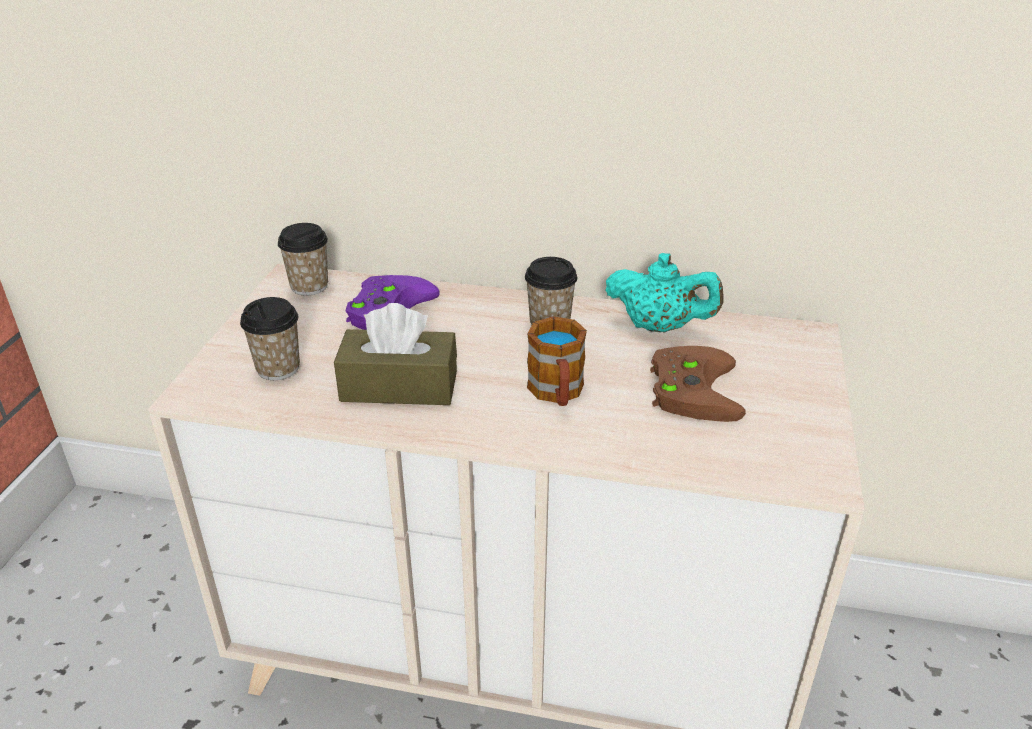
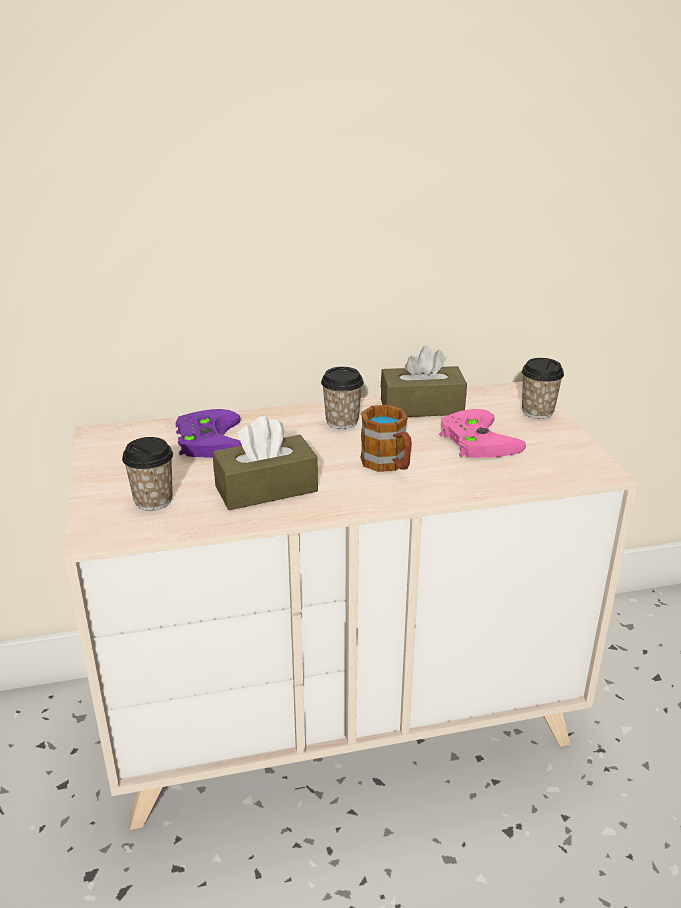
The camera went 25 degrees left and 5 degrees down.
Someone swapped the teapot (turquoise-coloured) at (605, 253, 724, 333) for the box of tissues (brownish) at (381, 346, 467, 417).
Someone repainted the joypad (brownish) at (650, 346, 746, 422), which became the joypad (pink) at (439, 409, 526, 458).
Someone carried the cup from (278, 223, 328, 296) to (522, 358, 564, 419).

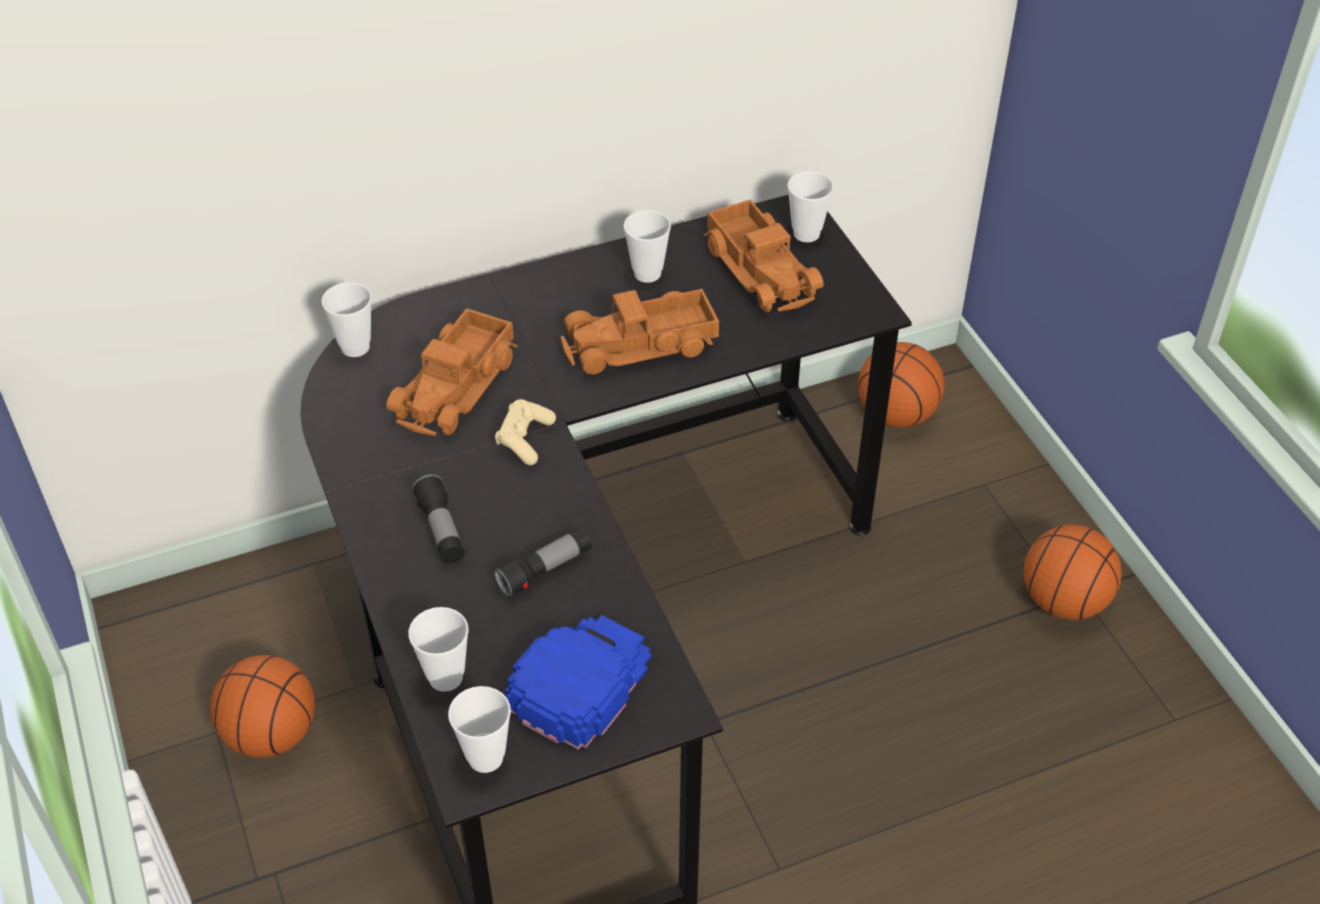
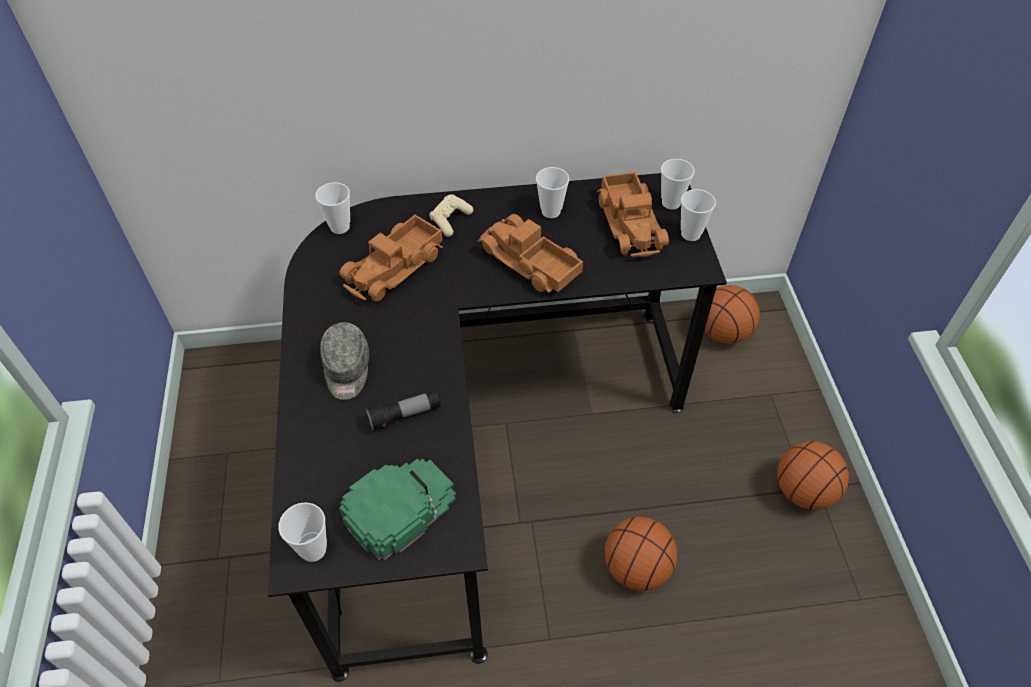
The camera went 15 degrees right and 5 degrees up.
Someone swapped the flashlight at (412, 474, 465, 564) for the baseball cap (greyish) at (320, 322, 369, 400).
Someone repainted the baseball cap (bluish) at (505, 615, 652, 750), which became the baseball cap (green) at (339, 458, 456, 560).
Someone carried the joypad (beige-coloured) from (495, 399, 556, 466) to (429, 194, 473, 237).
Someone rotated the model truck at (561, 289, 719, 375) by 45 degrees clockwise.
Someone carried the basketball from (210, 655, 315, 758) to (605, 517, 677, 591).
Someone carried the cup from (408, 607, 469, 692) to (681, 189, 716, 241).

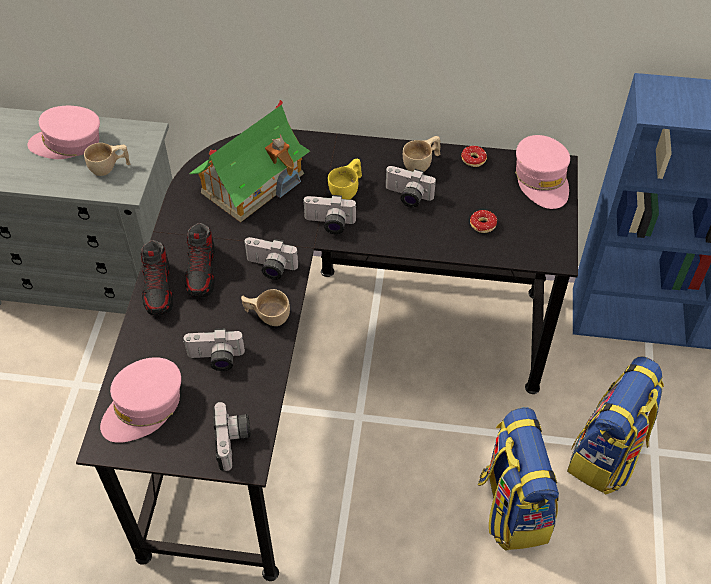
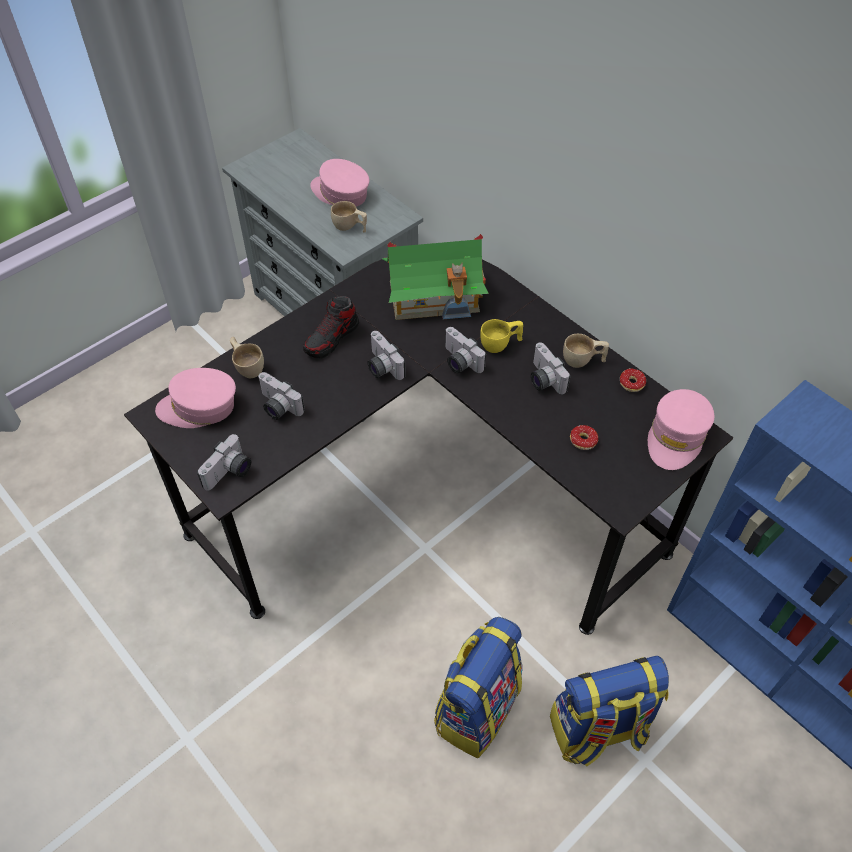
The camera went 40 degrees right and 0 degrees up.
Someone carried the cup (beige-coloured) from (241, 289, 290, 326) to (230, 337, 264, 378).
Someone took away the shoe at (141, 240, 173, 316).

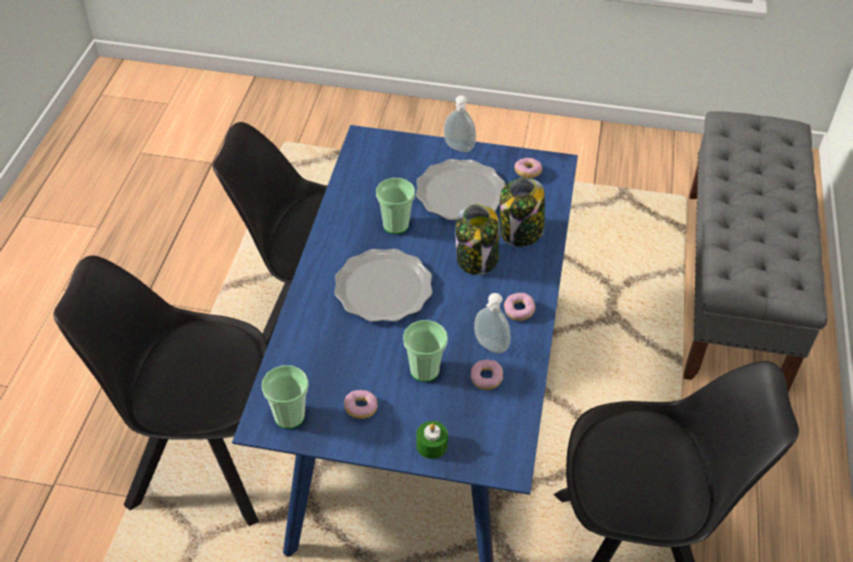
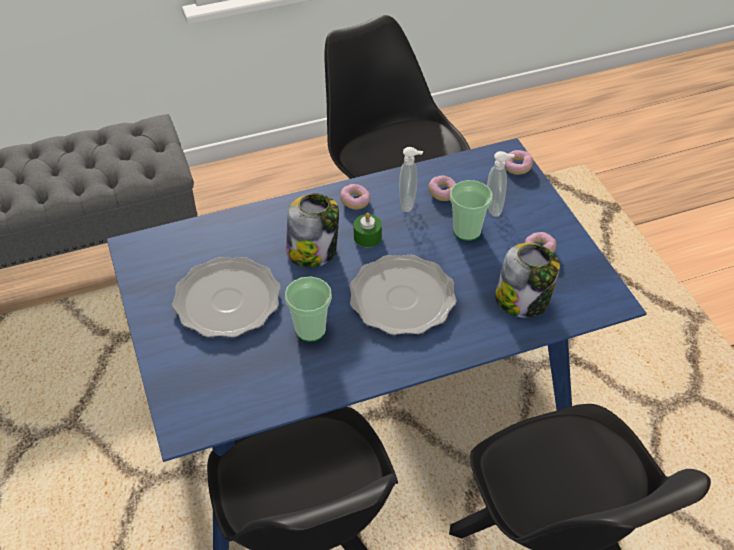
The camera went 120 degrees left and 0 degrees up.
Someone carried the wax light (green) from (416, 421, 448, 459) to (354, 213, 382, 248).
Someone carried the soap dispenser from (444, 95, 476, 152) to (487, 151, 515, 217).
Someone carried the storage jar from (500, 177, 545, 247) to (495, 243, 560, 318).
Someone carried the doughnut from (514, 158, 542, 178) to (505, 150, 533, 175).
Someone took away the cup at (261, 365, 309, 429).

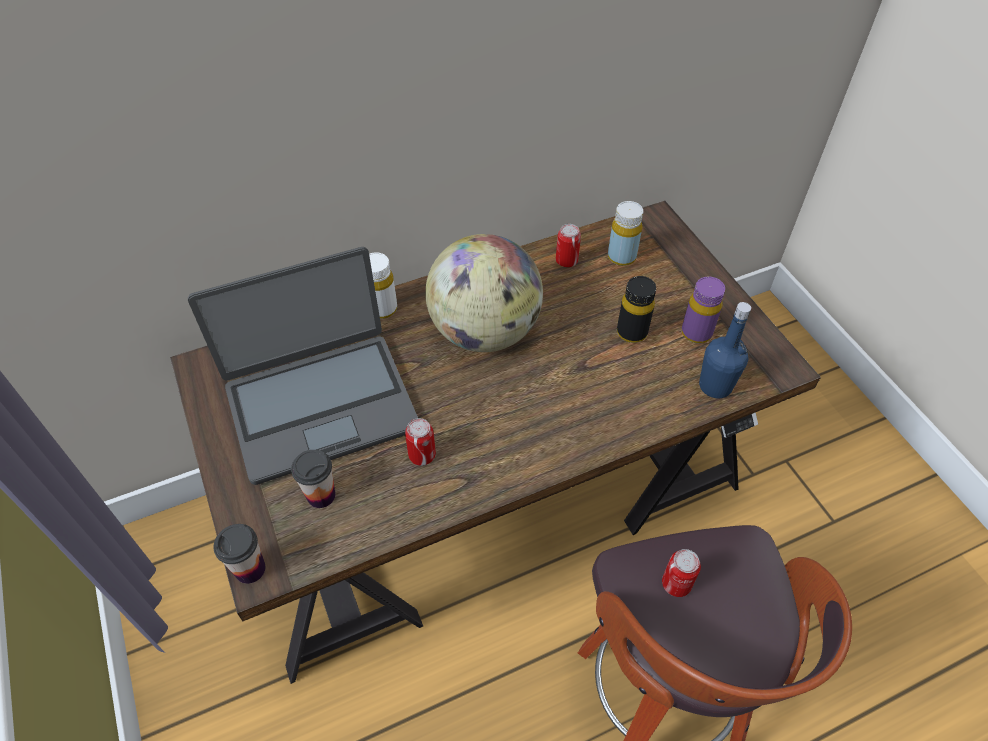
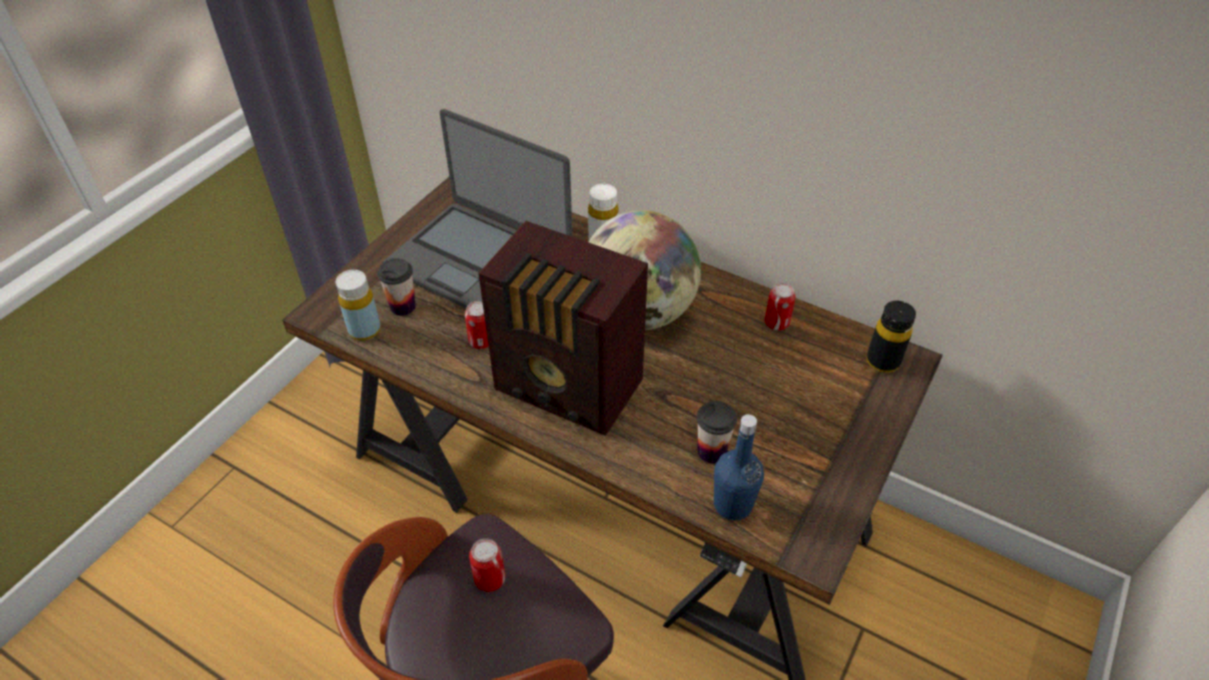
The camera went 55 degrees right and 5 degrees down.
Someone carried the bottle (yellowish) from (608, 201, 643, 266) to (336, 270, 381, 341).
Someone put down the radio at (478, 221, 648, 436).
Someone carried the cup from (214, 524, 265, 584) to (697, 401, 737, 464).
Someone carried the bottle (black) from (617, 276, 656, 343) to (867, 301, 916, 373).
Someone took away the bottle (purple-coloured) at (681, 277, 725, 343).

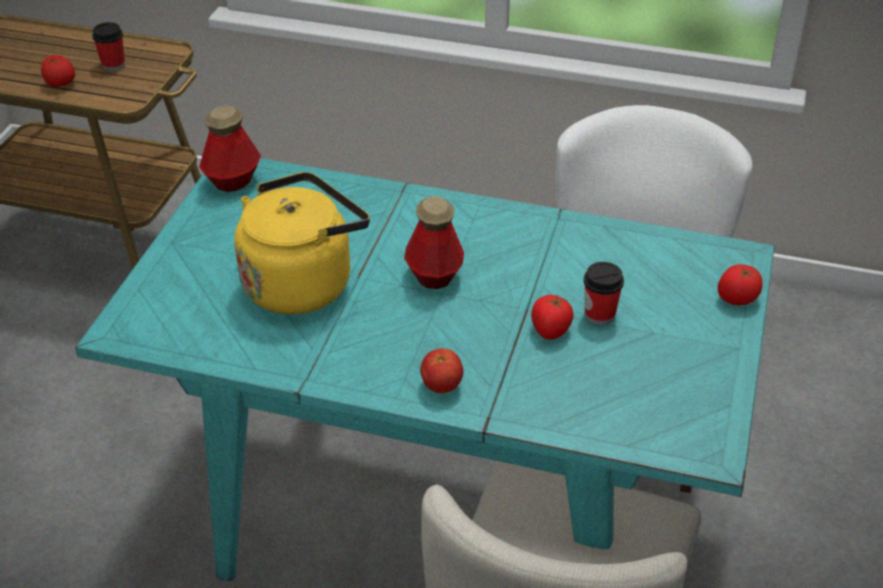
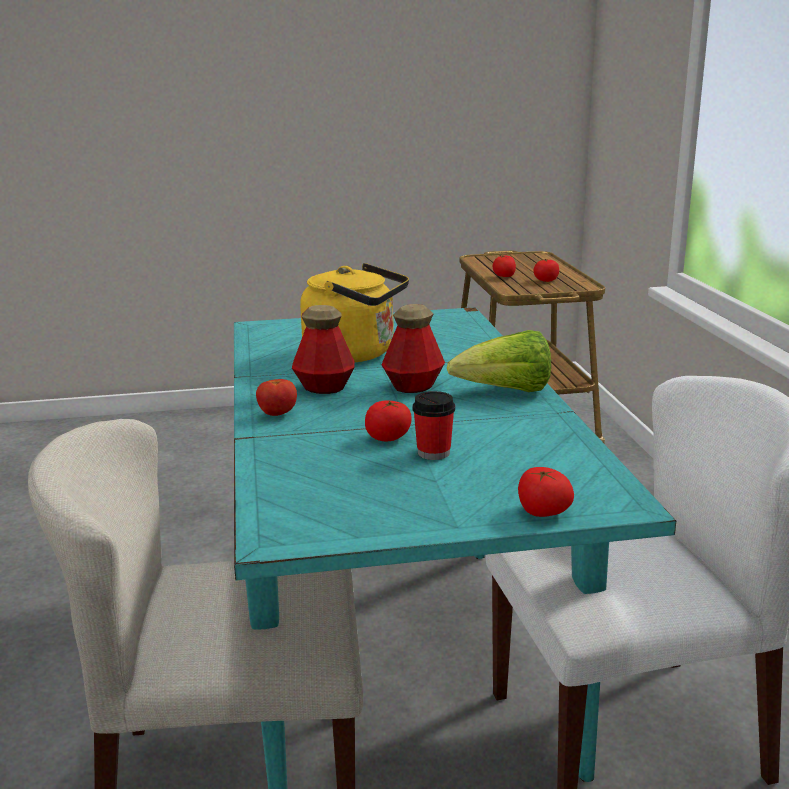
The camera went 65 degrees right and 20 degrees down.
Someone carried the bottle from (199, 105, 261, 192) to (292, 305, 355, 394).
Someone put down the head of lettuce at (447, 330, 551, 392).
Someone swapped the cup at (92, 22, 125, 71) for the tomato at (533, 259, 559, 282).

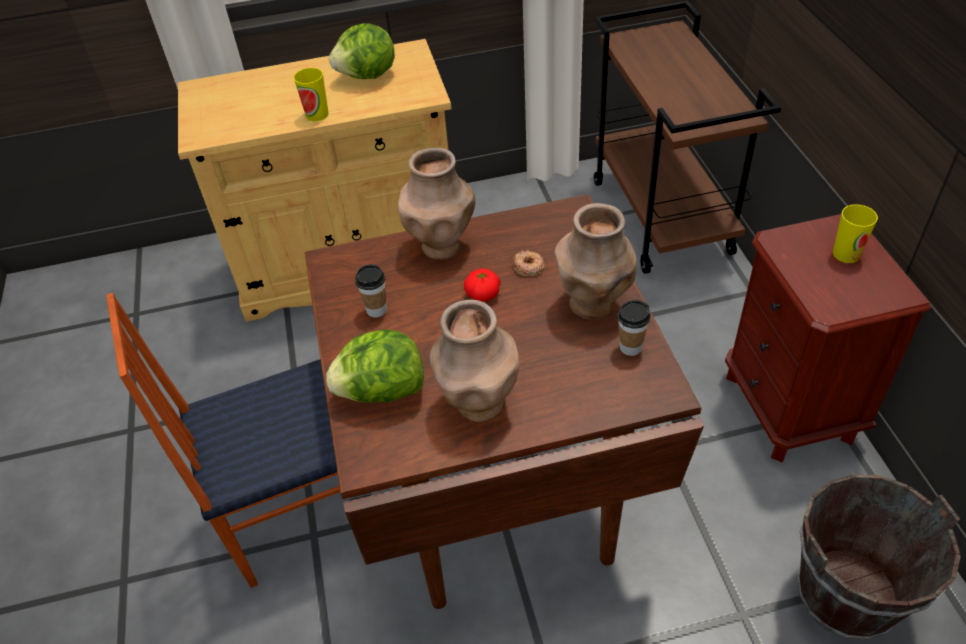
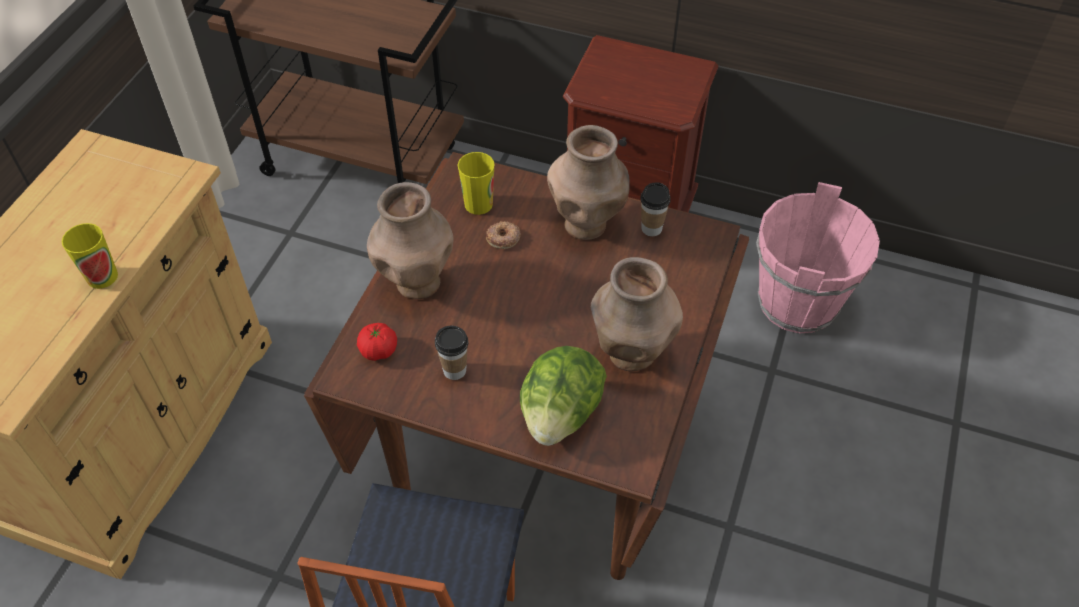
The camera went 60 degrees left and 5 degrees up.
Someone carried the tomato from (464, 269, 501, 302) to (357, 323, 397, 361).
Someone carried the cup from (833, 204, 878, 263) to (458, 152, 495, 215).
Someone repainted the bucket (brownish) at (798, 474, 961, 640), which became the bucket (pink) at (756, 182, 880, 333).
Someone took away the head of lettuce at (329, 23, 395, 79).

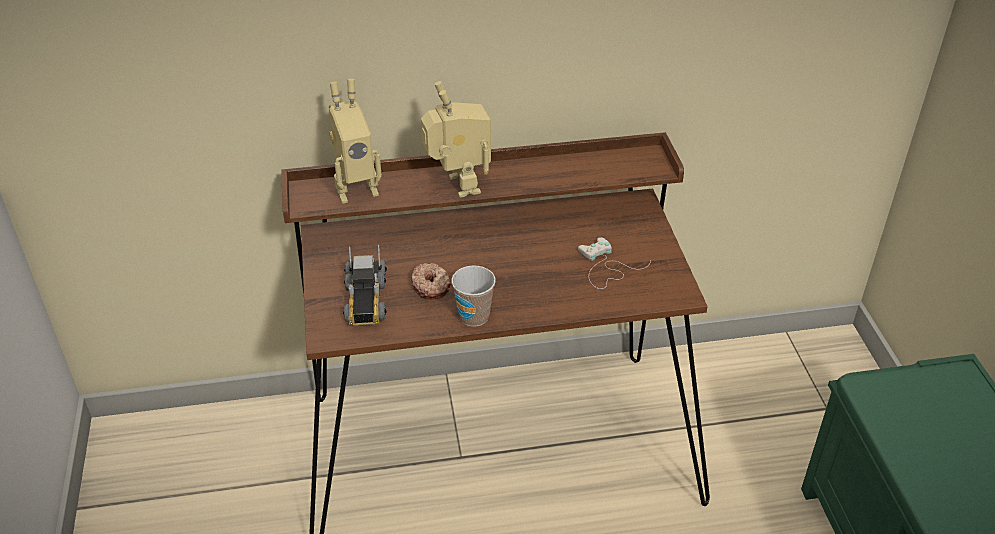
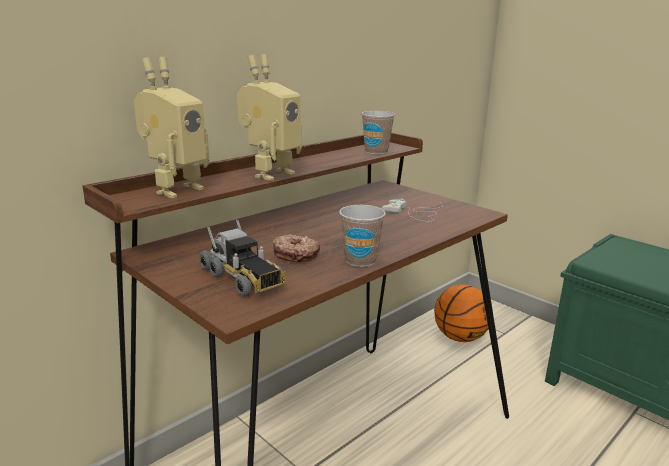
The camera went 35 degrees left and 20 degrees down.
Someone rotated the model robot at (421, 81, 491, 198) by 90 degrees clockwise.
Someone put down the cup at (361, 111, 395, 155).
Someone put down the basketball at (434, 285, 489, 342).

